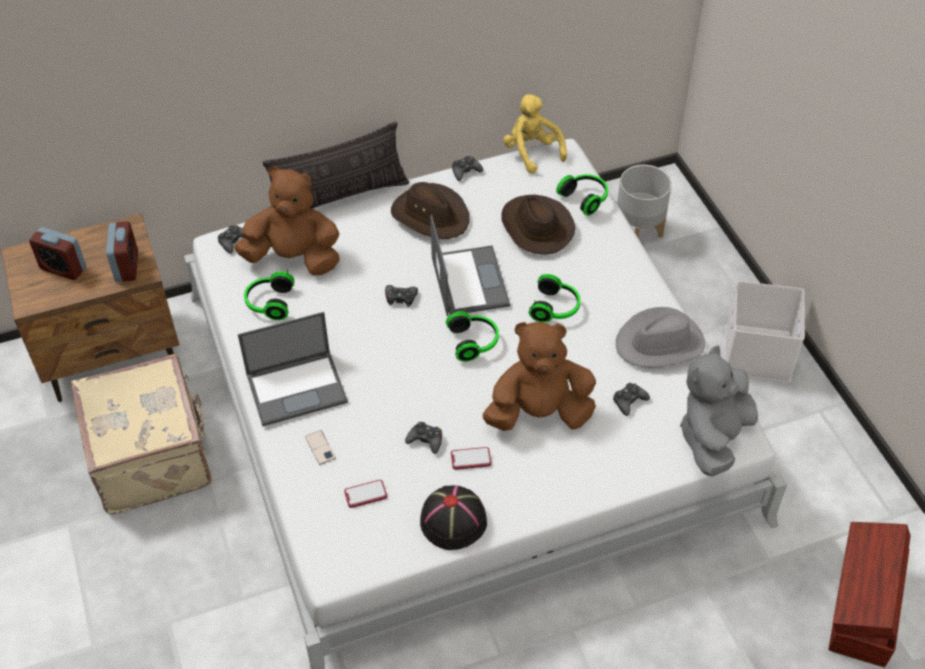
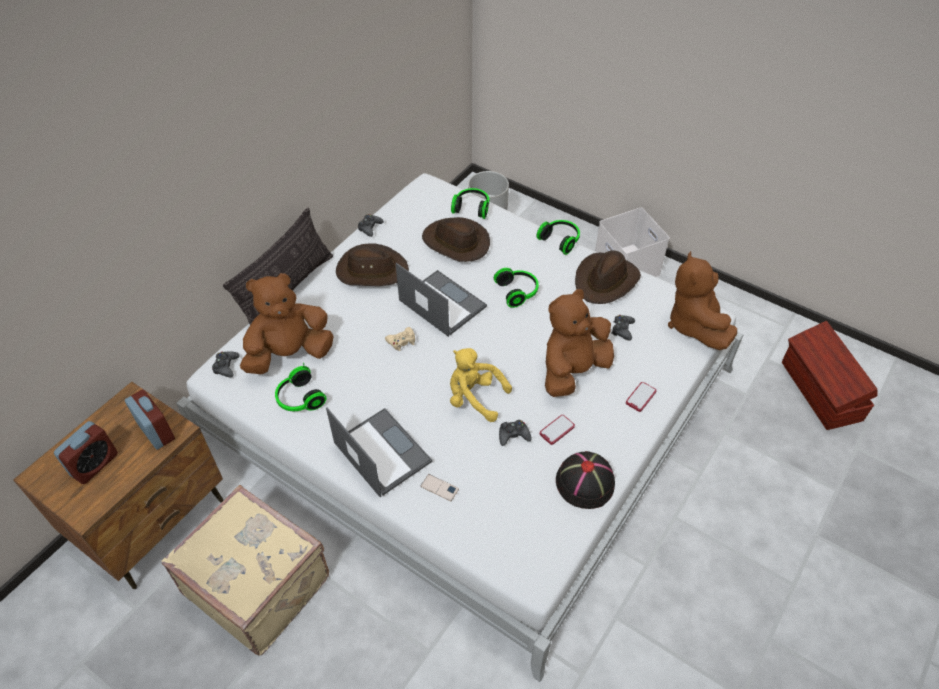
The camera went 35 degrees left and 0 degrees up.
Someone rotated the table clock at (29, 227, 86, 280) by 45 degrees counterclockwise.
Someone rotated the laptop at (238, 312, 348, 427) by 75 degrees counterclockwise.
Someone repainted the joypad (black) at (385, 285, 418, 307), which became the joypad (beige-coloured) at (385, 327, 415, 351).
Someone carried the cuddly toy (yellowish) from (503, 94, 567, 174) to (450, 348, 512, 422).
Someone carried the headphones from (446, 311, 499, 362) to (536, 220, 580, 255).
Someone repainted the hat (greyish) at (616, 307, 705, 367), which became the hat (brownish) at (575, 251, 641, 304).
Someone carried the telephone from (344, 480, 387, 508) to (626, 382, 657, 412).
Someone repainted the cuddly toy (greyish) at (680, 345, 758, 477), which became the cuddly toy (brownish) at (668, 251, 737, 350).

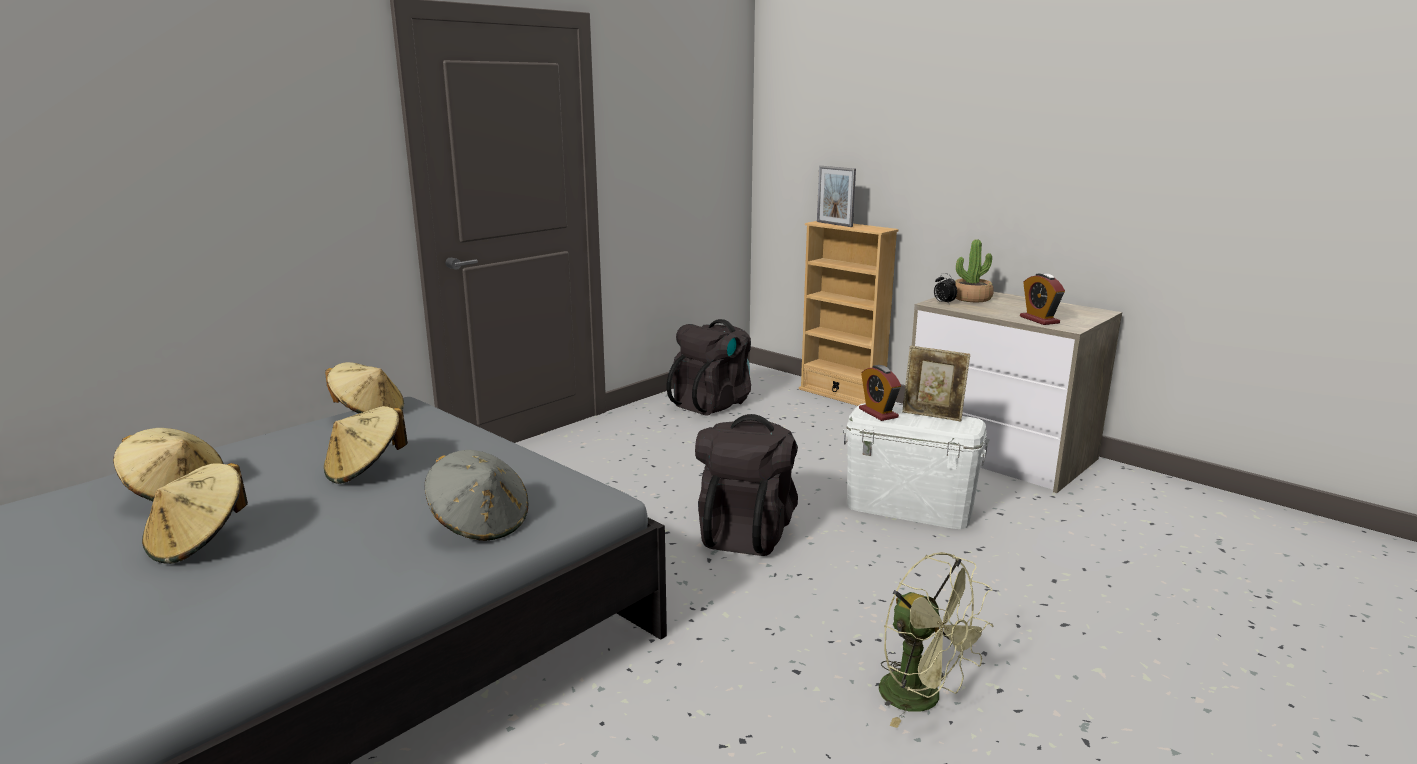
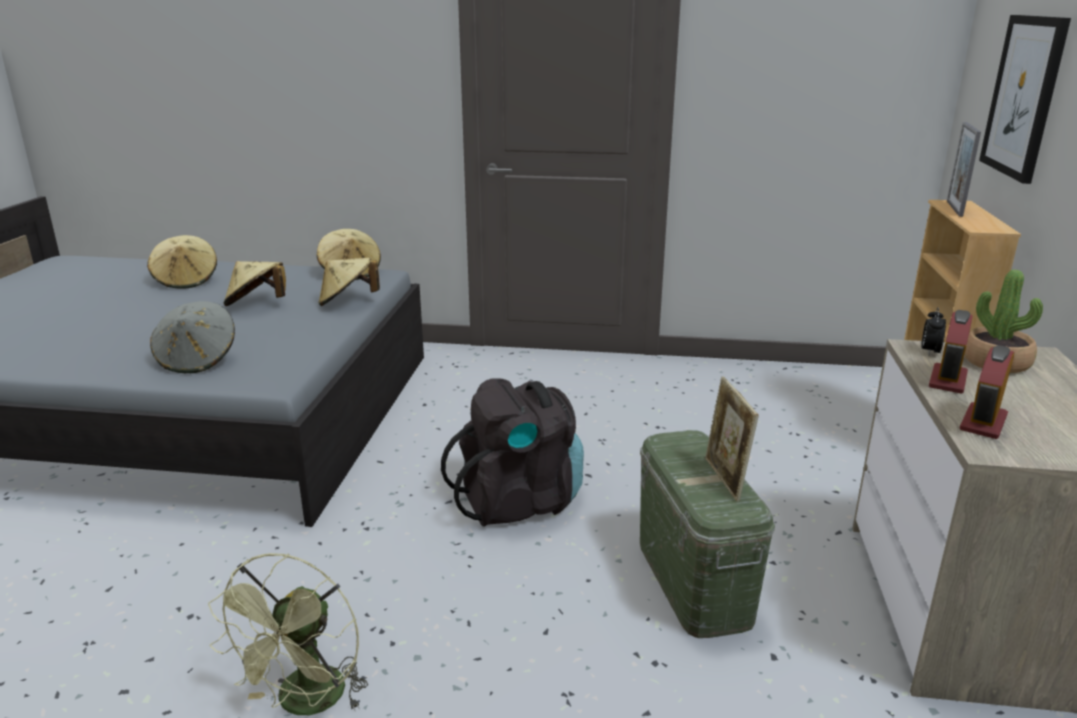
The camera went 55 degrees right and 5 degrees up.
Someone carried the hat (beige-coloured) from (142, 463, 248, 564) to (318, 258, 380, 306).
Someone repainted the storage container (white-coloured) at (843, 403, 989, 529), which became the storage container (green) at (640, 430, 775, 638).
Someone carried the table clock from (859, 365, 901, 421) to (929, 310, 973, 394).
Someone put up the wall art at (979, 15, 1071, 184).
Someone took away the backpack (black) at (666, 319, 751, 416).

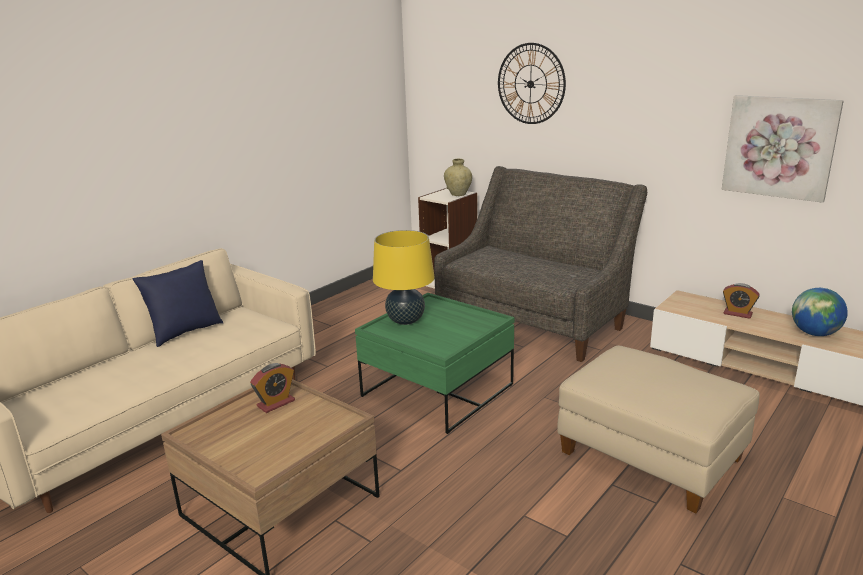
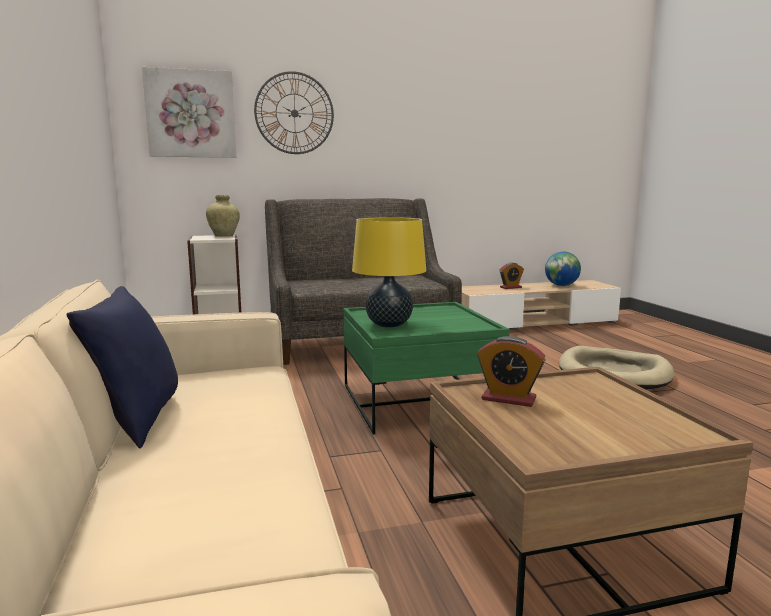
The camera went 55 degrees left and 10 degrees down.
Someone carried the wall art from (721, 95, 844, 203) to (142, 67, 236, 158).
Someone rotated the table clock at (250, 363, 295, 413) by 120 degrees clockwise.
Someone swapped the ottoman (beige-coloured) at (557, 345, 759, 513) for the pet bed (beige-coloured) at (559, 346, 674, 390).

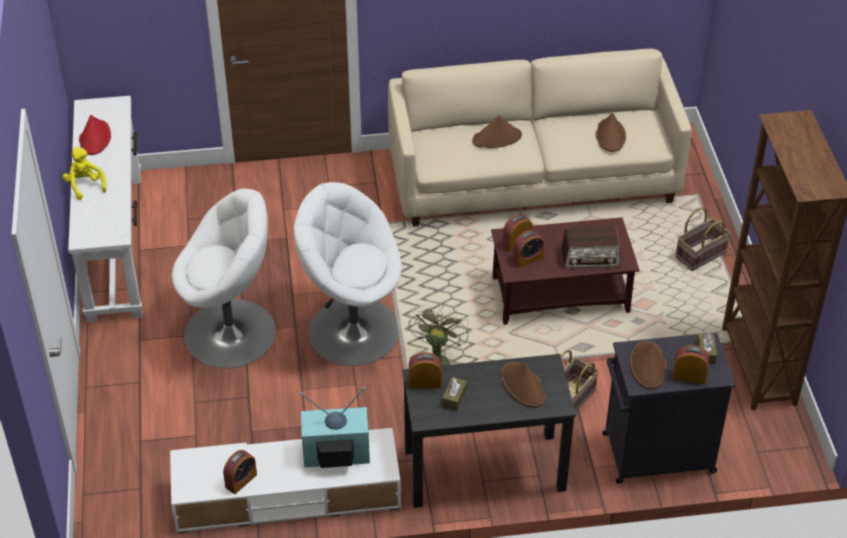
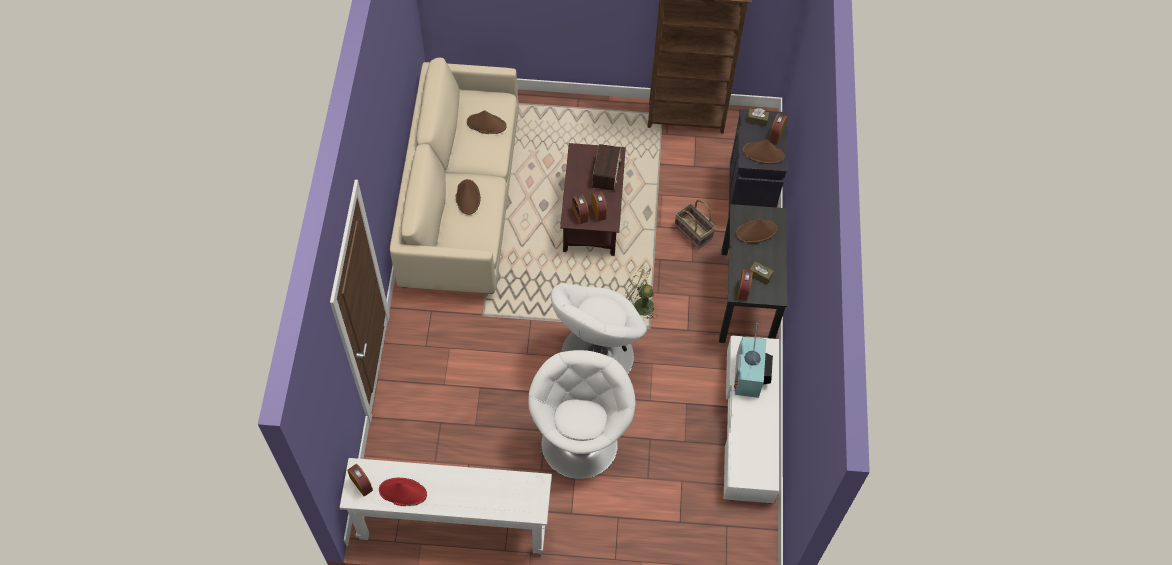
The camera went 80 degrees left and 15 degrees up.
Someone carried the table clock from (223, 450, 257, 494) to (347, 464, 373, 496).
Someone took away the cuddly toy (yellowish) at (63, 147, 106, 200).
Someone took away the basket at (675, 207, 731, 271).

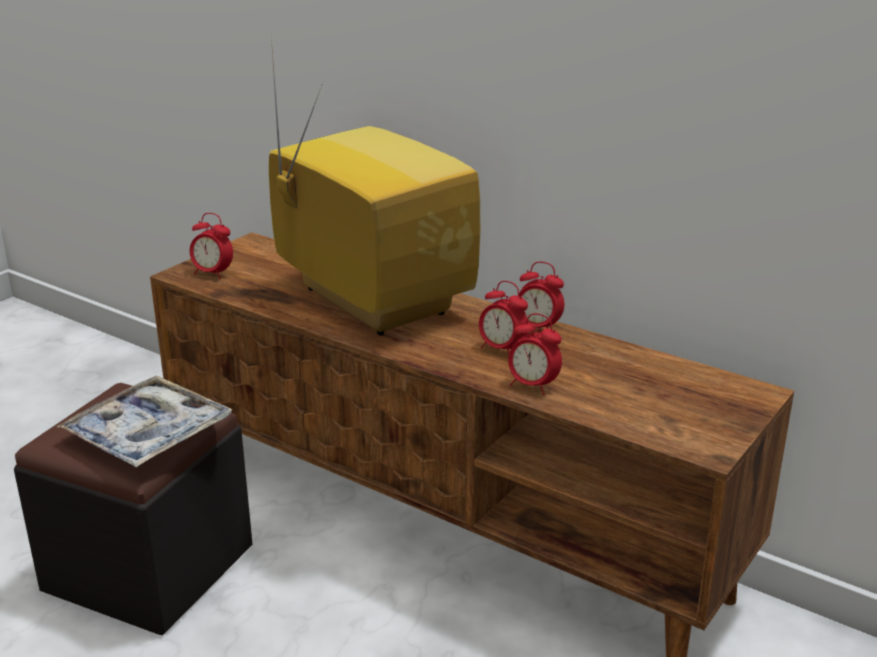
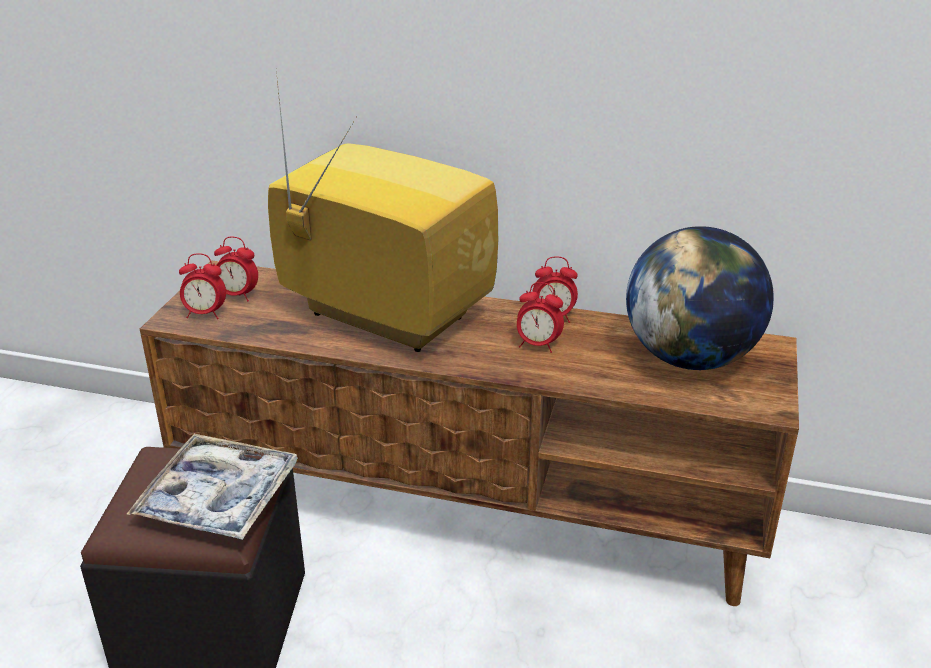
The camera went 20 degrees left and 5 degrees up.
Someone carried the table clock from (508, 313, 562, 395) to (214, 237, 258, 302).
Someone put down the desk globe at (626, 226, 774, 370).

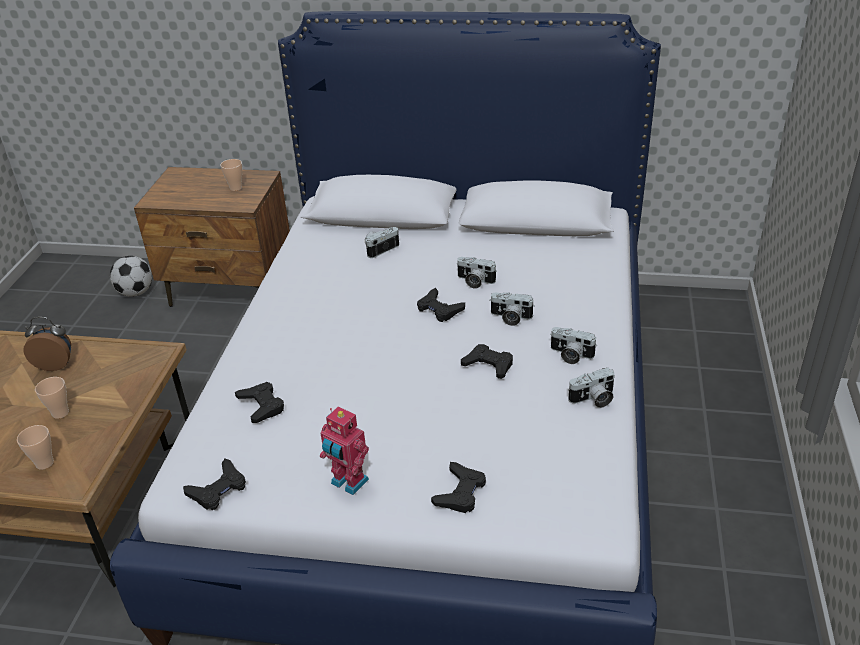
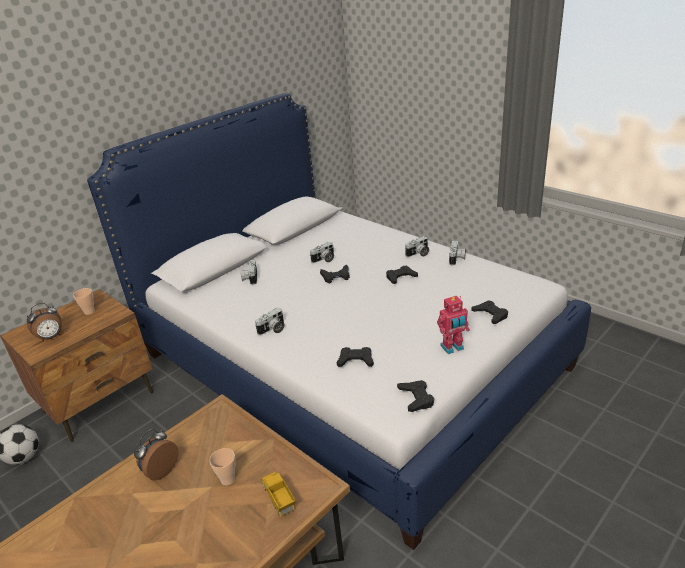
The camera went 55 degrees left and 5 degrees down.
Someone put down the table clock at (27, 303, 62, 341).
Someone carried the still camera from (490, 292, 535, 326) to (255, 308, 284, 335).
Someone swapped the cup at (17, 425, 54, 469) for the model truck at (262, 472, 296, 517).

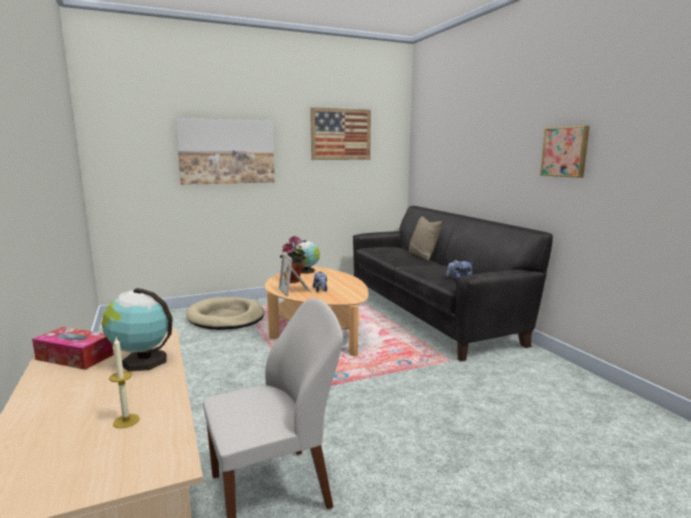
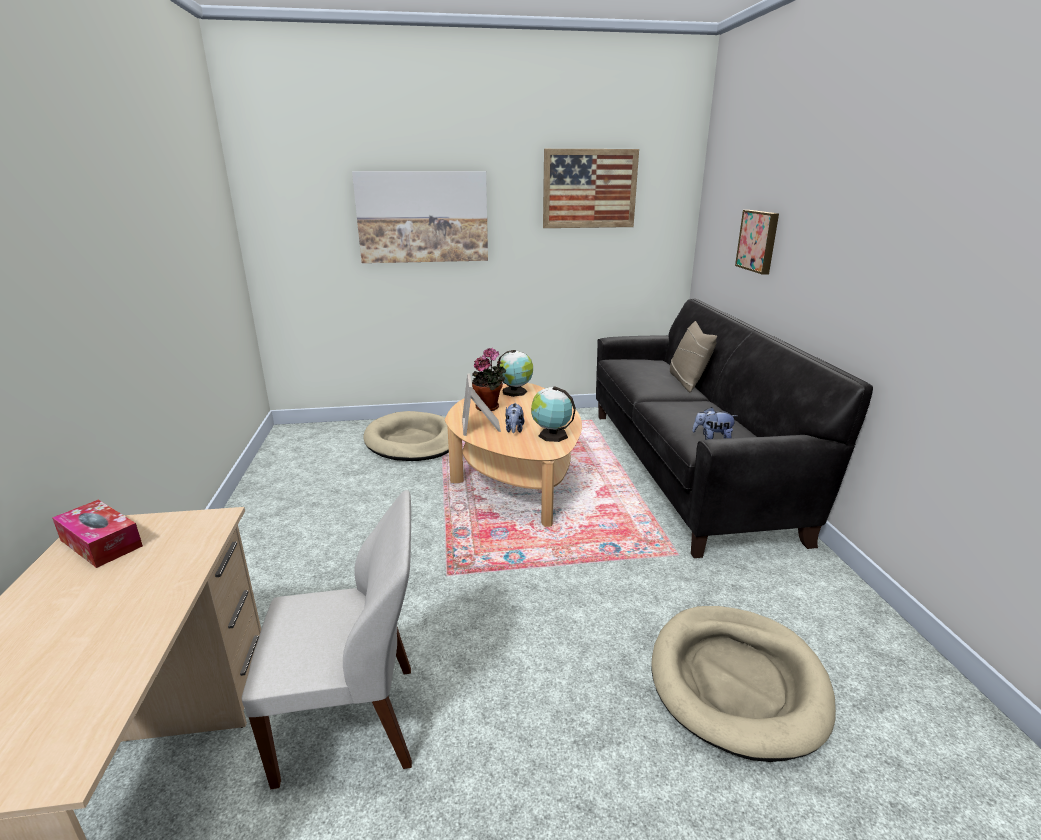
The camera went 15 degrees right and 10 degrees up.
Someone carried the desk globe from (102, 288, 173, 371) to (531, 386, 576, 442).
Someone put down the pet bed (beige-coloured) at (651, 606, 836, 762).
Someone carried the wall art from (540, 126, 590, 178) to (735, 210, 779, 275).
Someone took away the wax light at (109, 338, 140, 428).

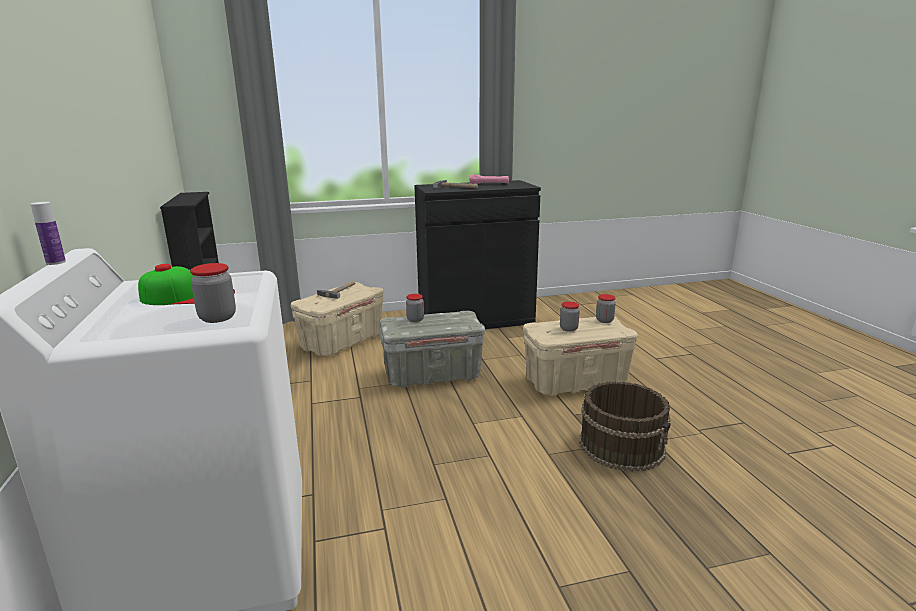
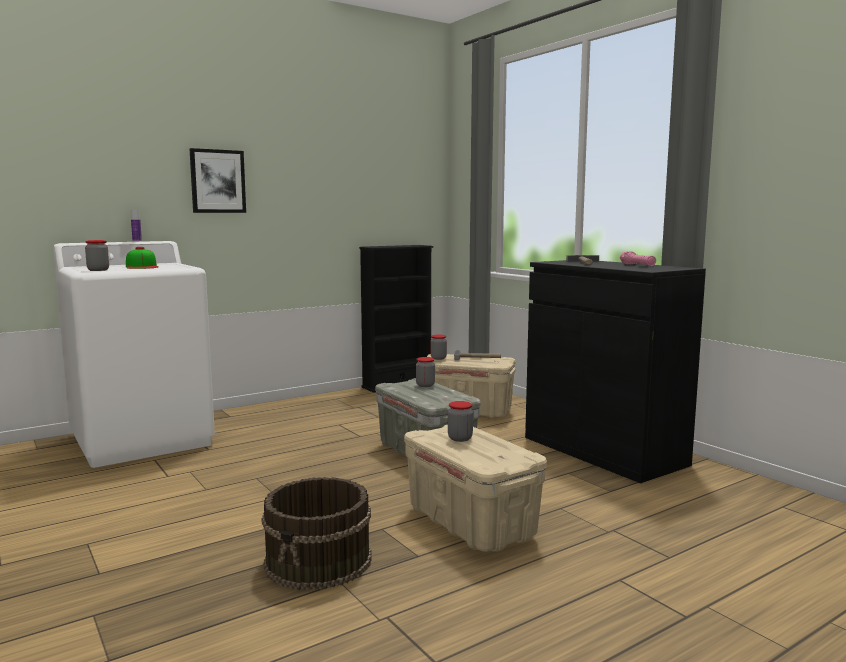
The camera went 70 degrees right and 10 degrees down.
Someone put up the wall art at (189, 148, 246, 213).
Someone carried the storage jar from (596, 294, 616, 323) to (431, 335, 447, 360).

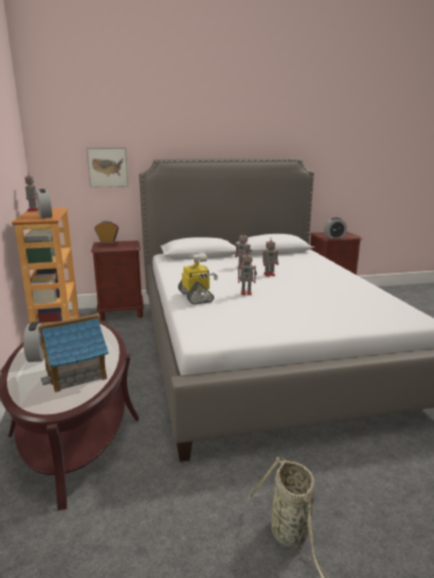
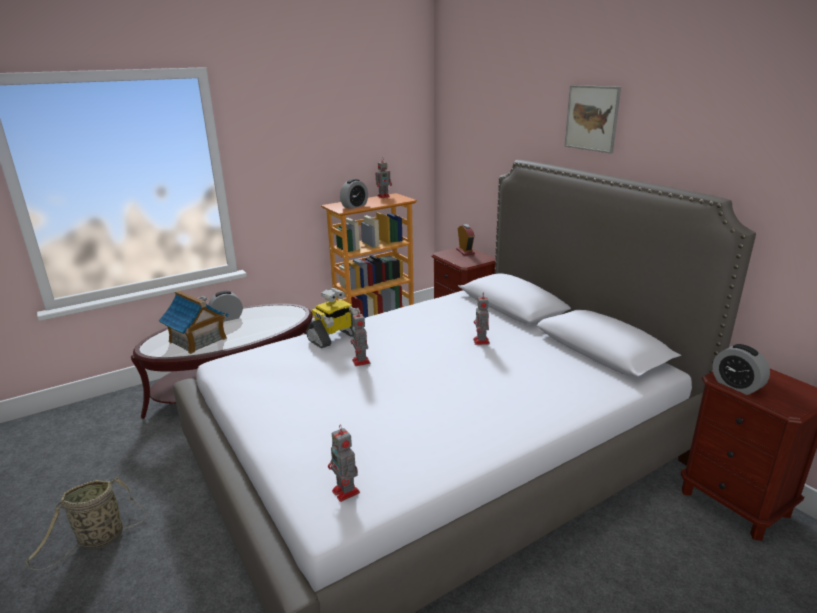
The camera went 70 degrees right and 5 degrees up.
Someone carried the model robot from (263, 237, 279, 277) to (328, 425, 360, 502).
Someone carried the wall art from (86, 147, 129, 188) to (564, 85, 621, 154).

